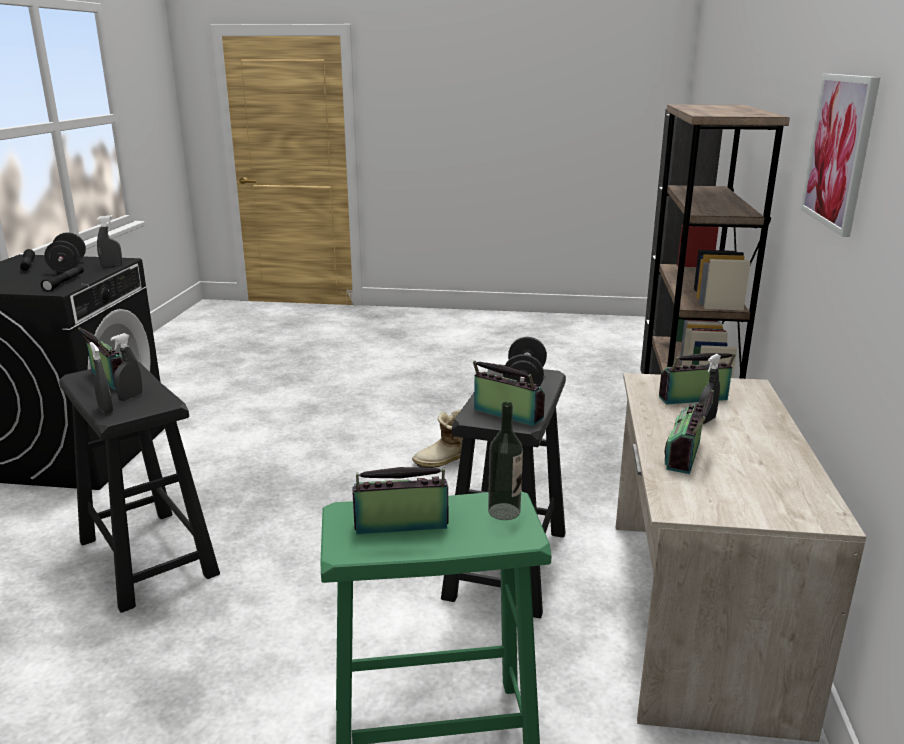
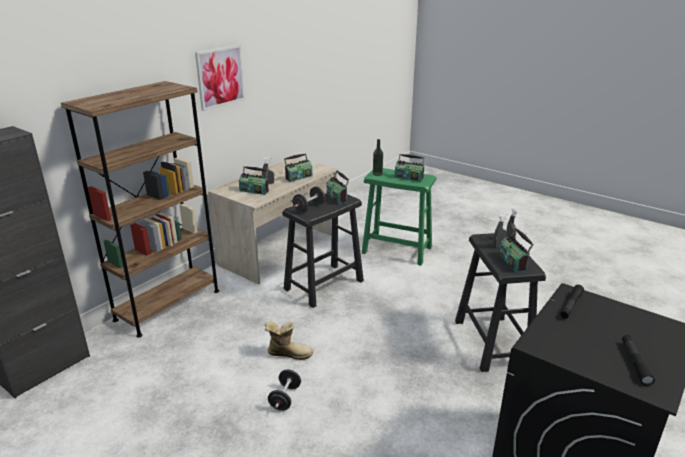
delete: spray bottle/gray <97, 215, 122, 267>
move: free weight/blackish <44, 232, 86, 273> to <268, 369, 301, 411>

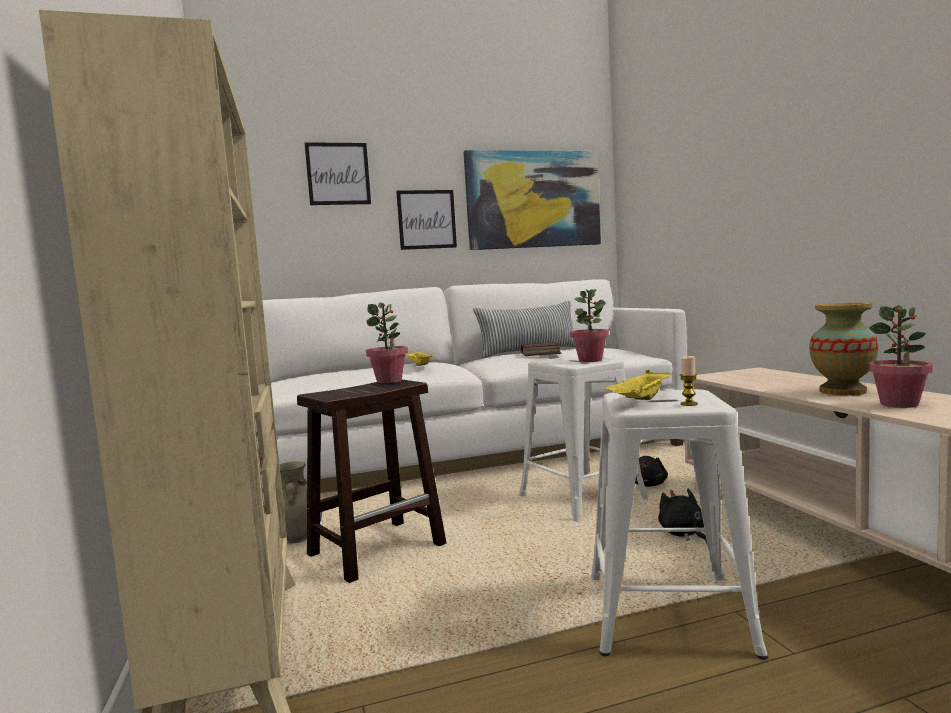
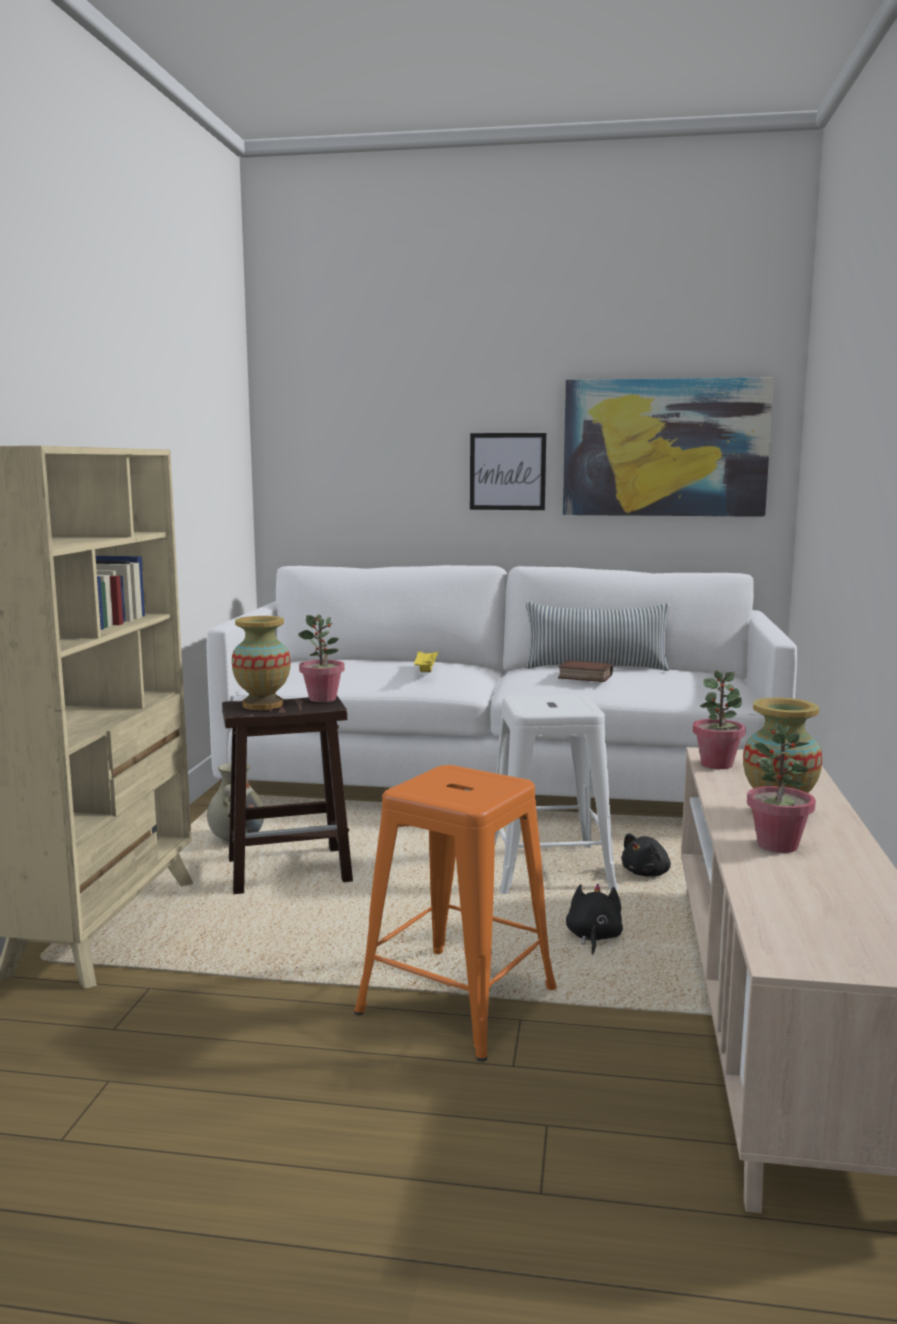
delete: picture <305, 142, 371, 205>; tray/yellow <604, 370, 671, 400>; candle <680, 356, 698, 406>
insert: decorative vase <232, 616, 291, 710>
move: potted plant <570, 289, 609, 362> to <693, 671, 746, 769>
recolor: stool seat/white-coloured <590, 389, 768, 660> to stool seat/orangey <354, 765, 557, 1062>

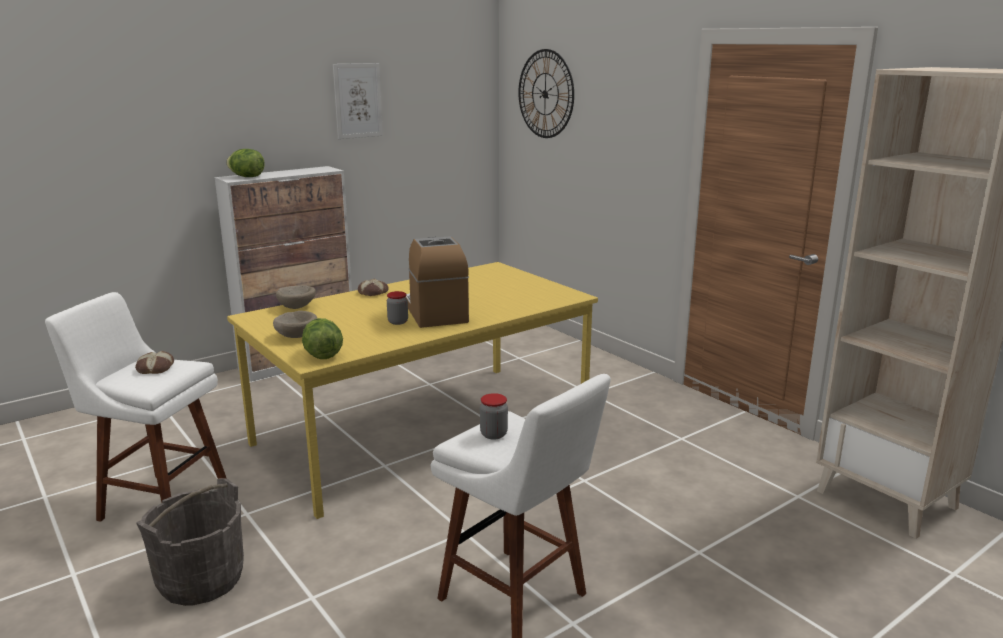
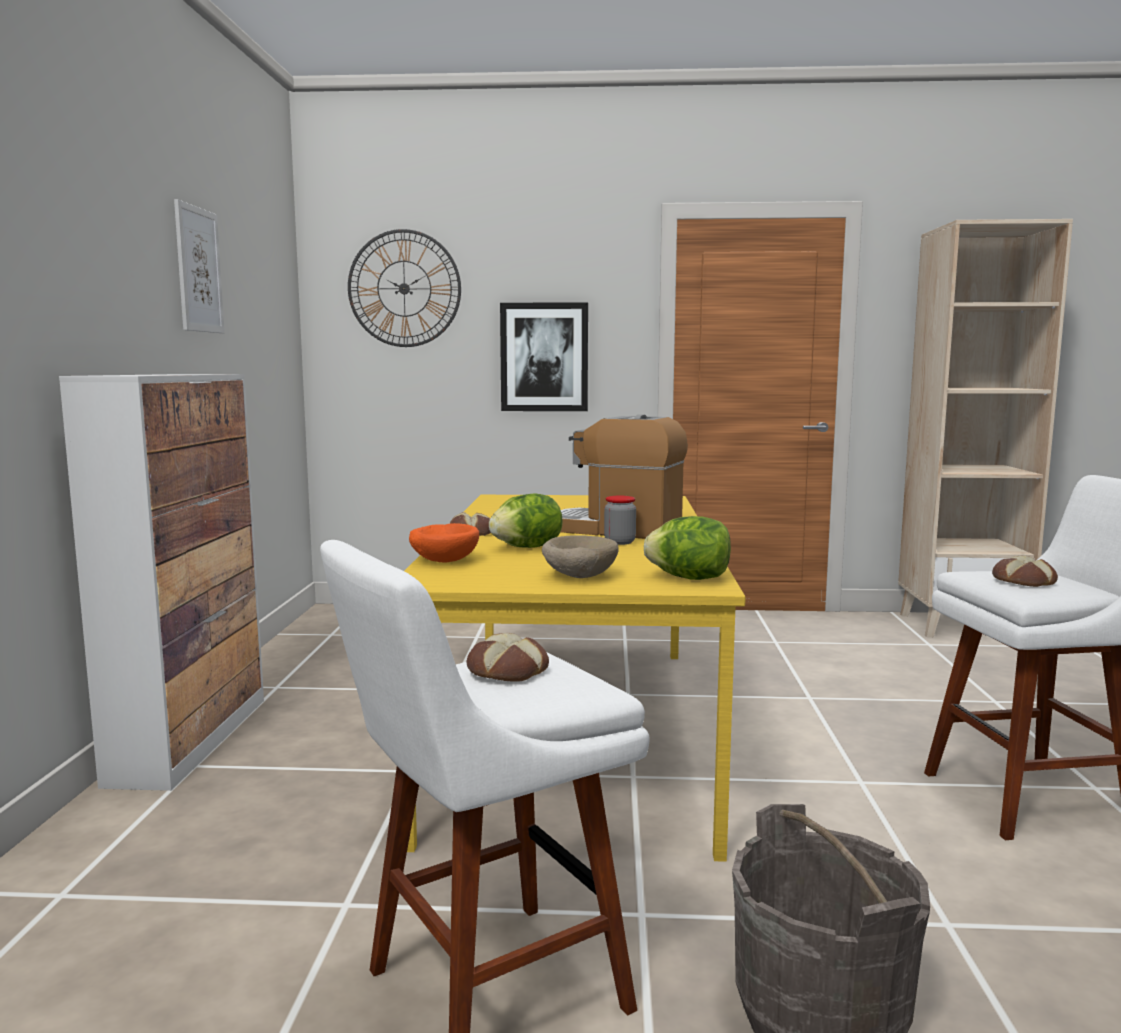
insert: picture <500, 302, 588, 411>
move: head of lettuce <226, 149, 265, 177> to <489, 493, 563, 548>
replace: jar <480, 393, 508, 440> to bakery bread <992, 555, 1058, 587>
recolor: serving bowl/beige-coloured <276, 285, 316, 309> to serving bowl/orangey <409, 523, 479, 562>

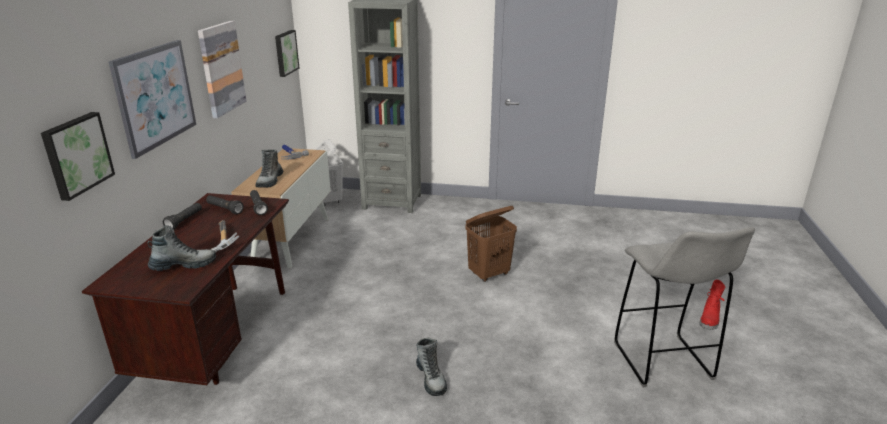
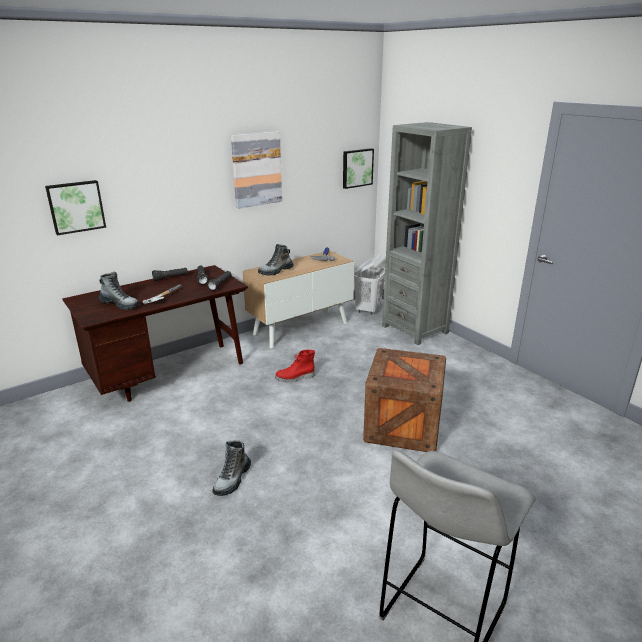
delete: picture <108, 40, 196, 159>
move: tall boot/red <699, 280, 725, 330> to <275, 350, 315, 382>
replace: washing basket/brown <465, 206, 517, 282> to shipping crate <363, 348, 446, 452>

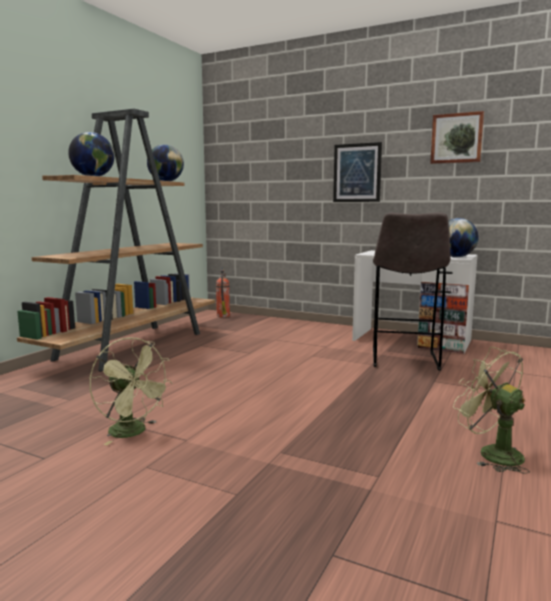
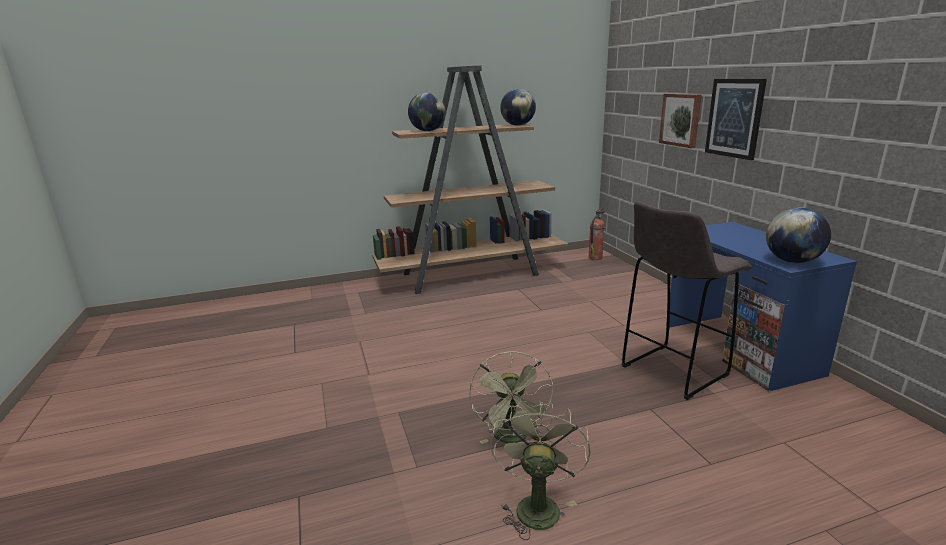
move: electric fan/green-coloured <90, 337, 173, 445> to <469, 351, 553, 444>; picture <430, 111, 484, 164> to <659, 93, 702, 148>
recolor: desk unit/white-coloured <352, 250, 478, 354> to desk unit/bluish <669, 222, 857, 391>

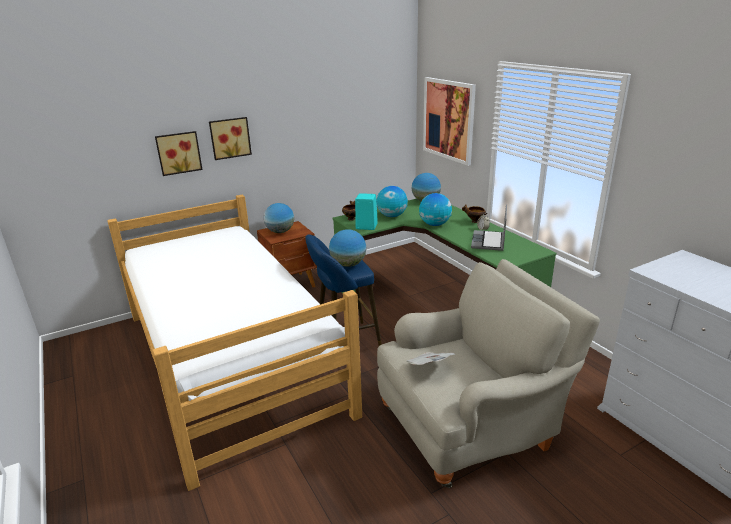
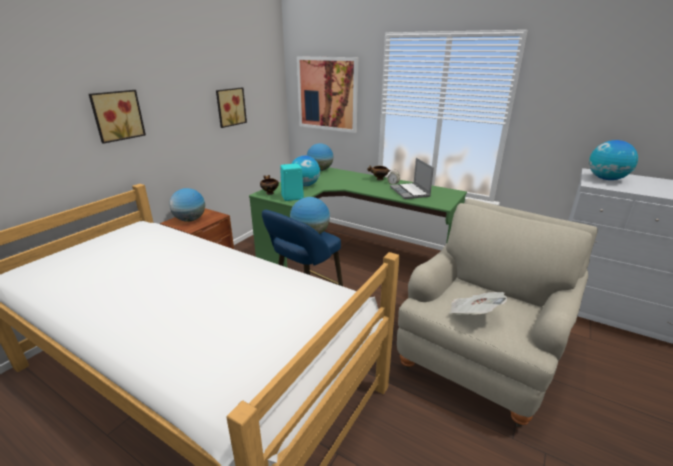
move: picture <155, 131, 203, 176> to <216, 88, 247, 128>; desk globe <419, 193, 452, 226> to <589, 140, 638, 180>

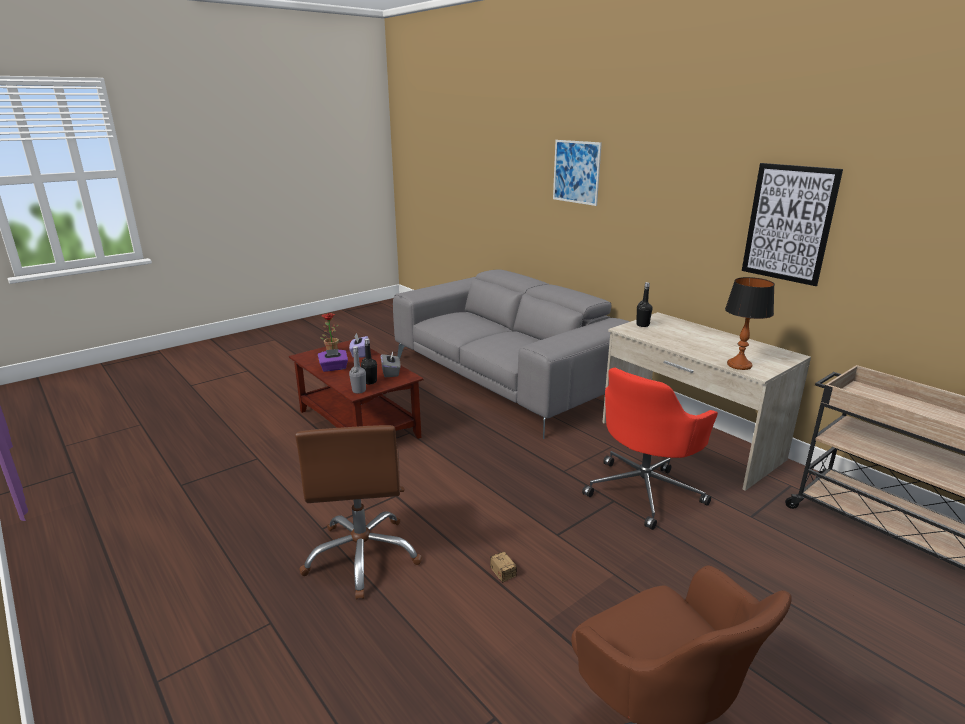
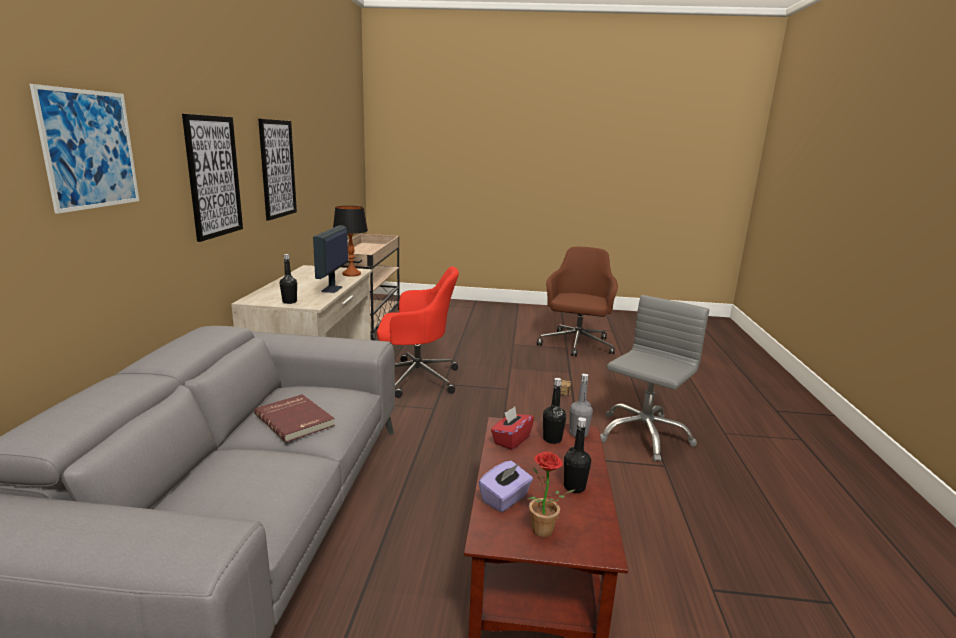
insert: picture <182, 114, 243, 242>; book/red <254, 394, 335, 442>; monitor <313, 225, 348, 293>
replace: tissue holder/purplish <318, 349, 348, 372> to bottle/blackish <564, 417, 591, 493>
recolor: tissue holder/gray <381, 351, 401, 377> to tissue holder/red <491, 407, 534, 450>; desk chair/brown <295, 425, 422, 600> to desk chair/gray <600, 295, 709, 462>

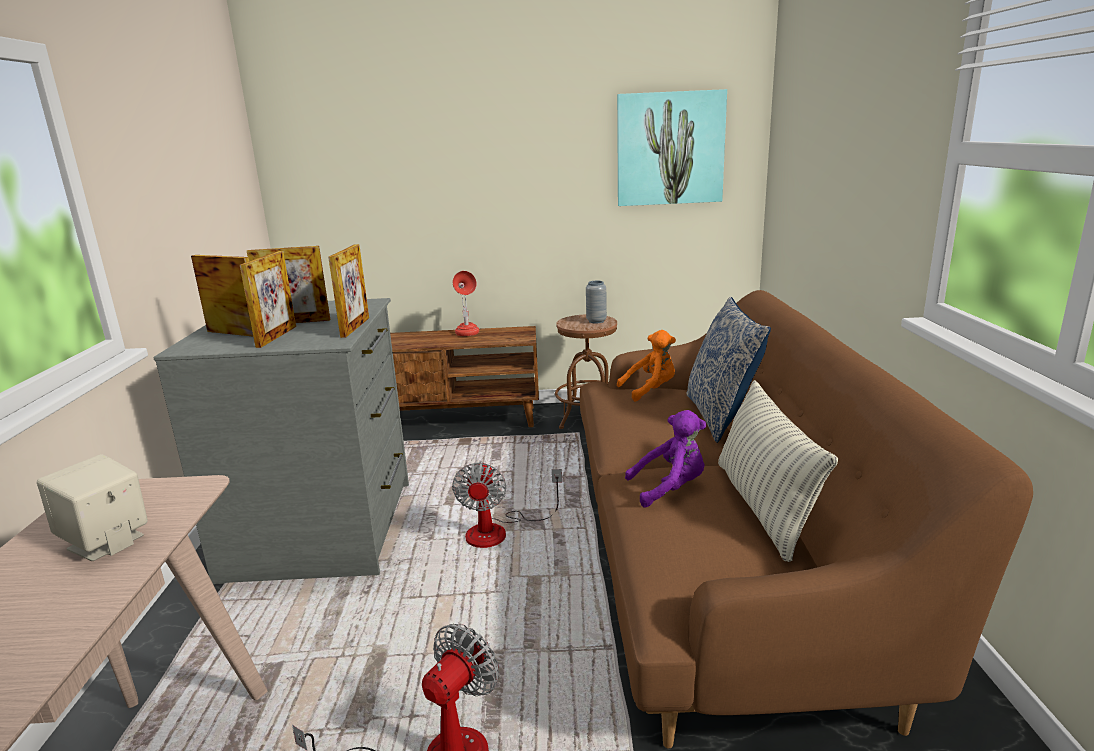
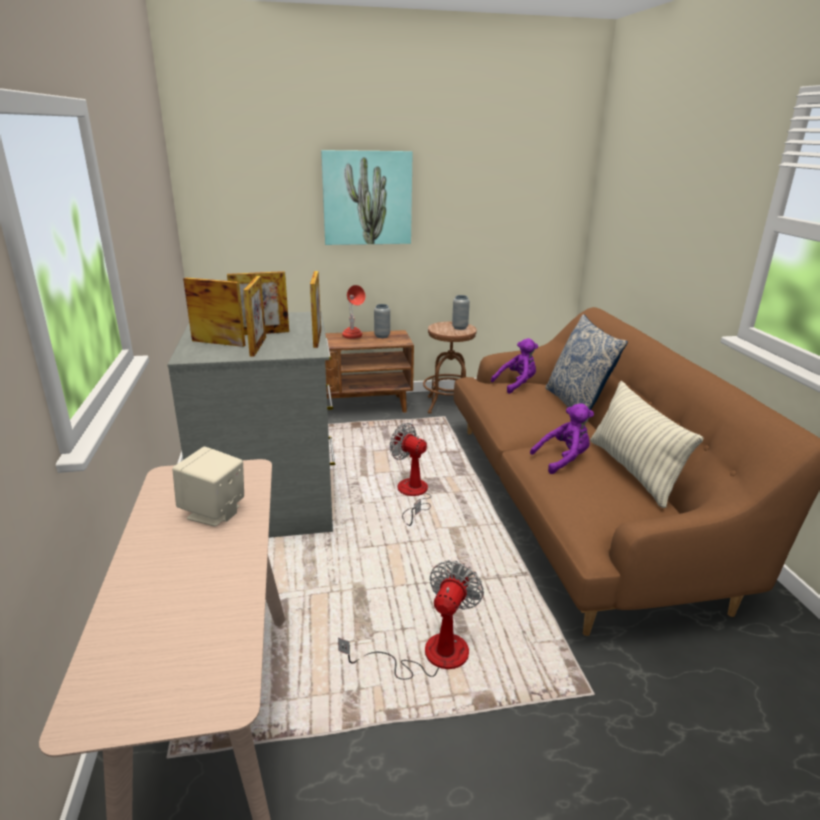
insert: decorative vase/gray <374, 304, 390, 338>
move: picture <617, 89, 727, 206> to <321, 150, 413, 245>
recolor: cuddly toy/orangey <617, 330, 676, 401> to cuddly toy/purplish <491, 338, 538, 394>
rotate: electric fan <452, 461, 562, 548> = <390, 423, 432, 526> 135 degrees clockwise

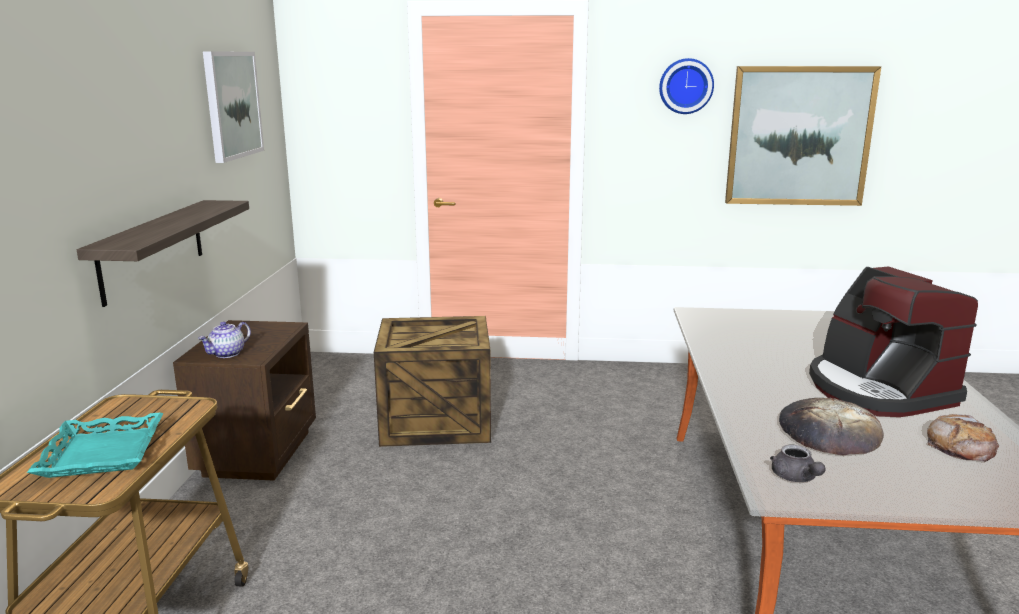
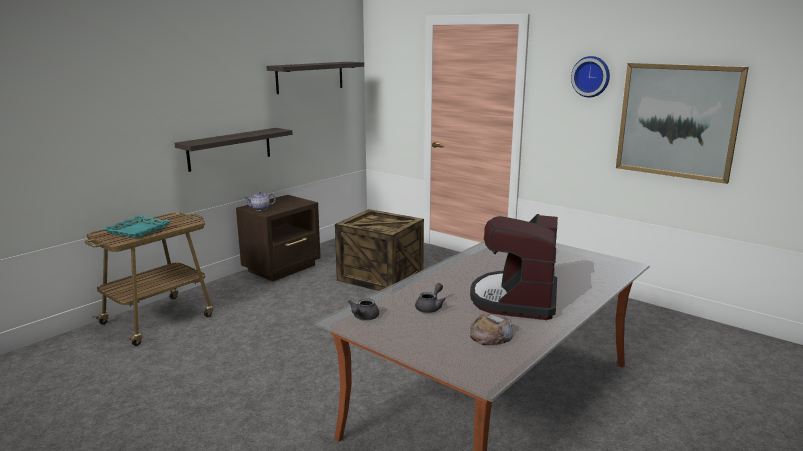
replace: picture <203, 51, 264, 163> to wall shelf <266, 62, 364, 94>; bakery bread <779, 398, 884, 455> to teapot/gray <415, 283, 446, 313>

